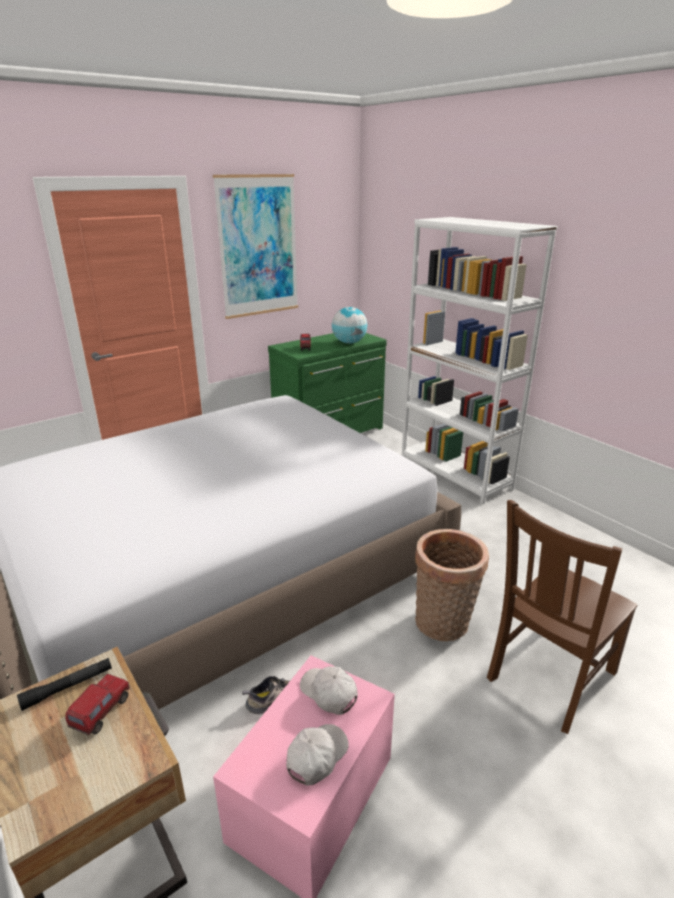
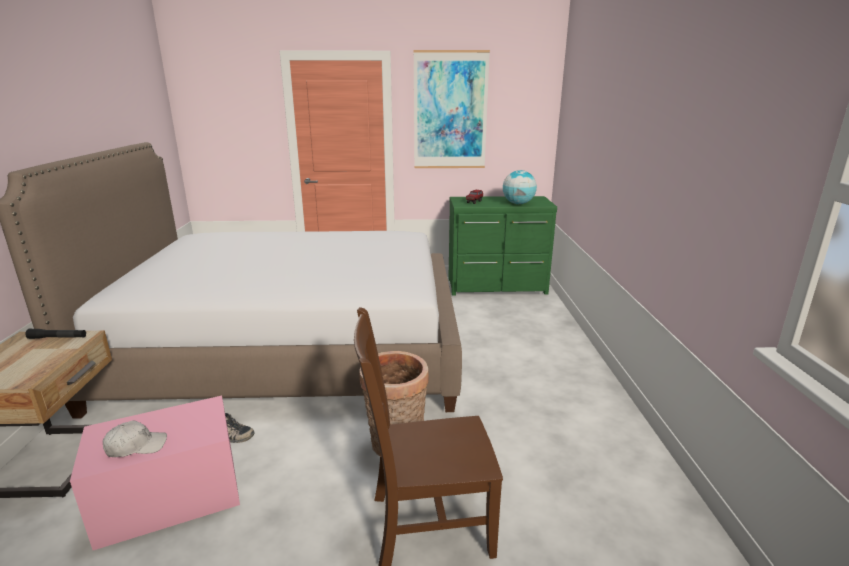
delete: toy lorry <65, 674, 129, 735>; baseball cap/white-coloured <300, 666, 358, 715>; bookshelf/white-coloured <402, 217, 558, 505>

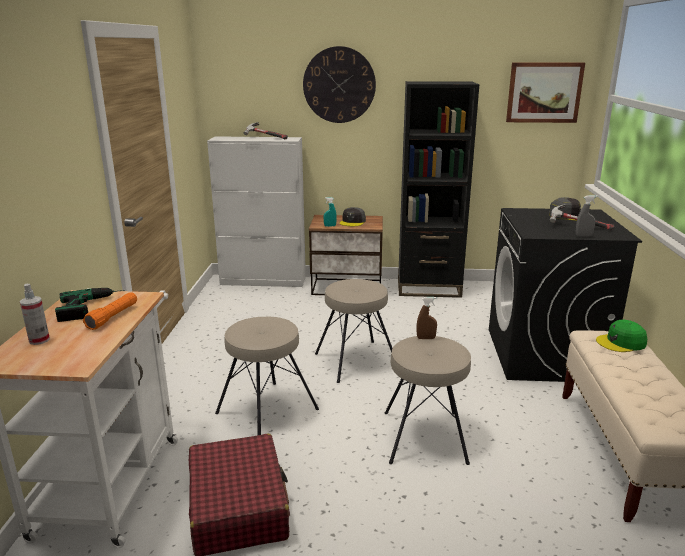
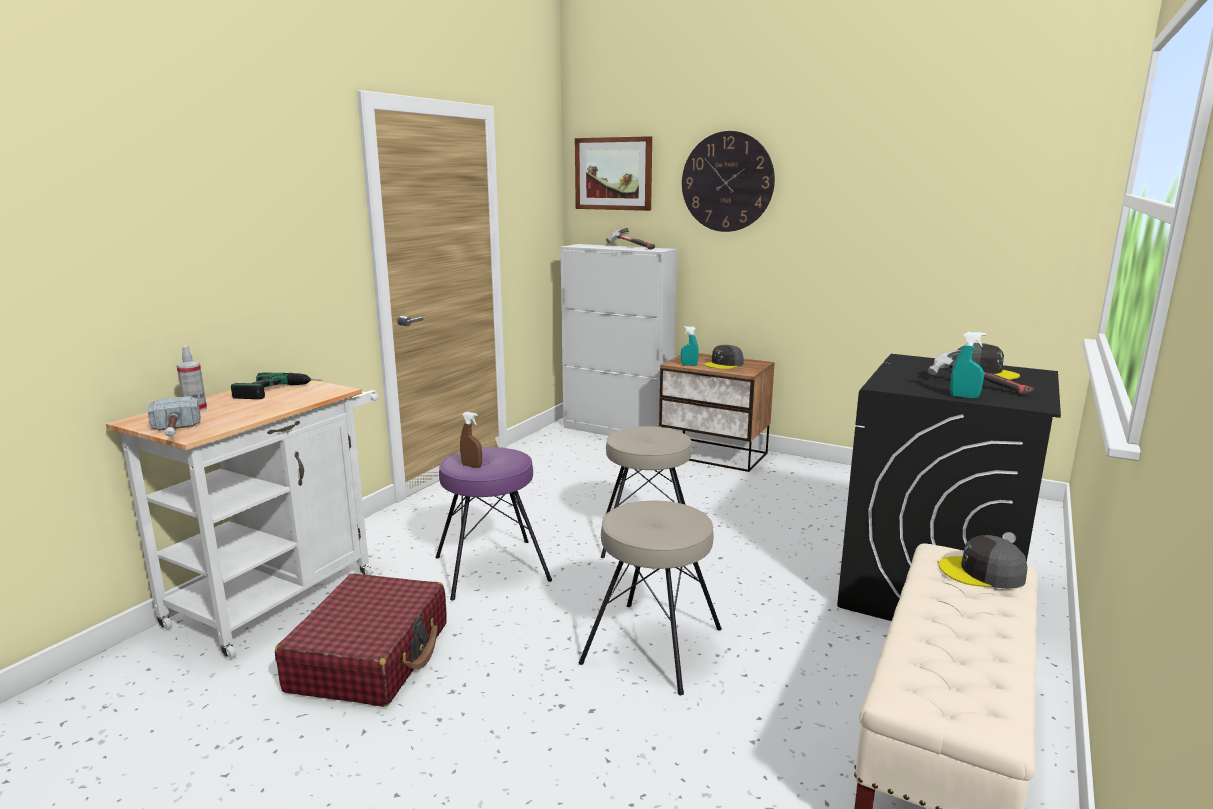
delete: flashlight/orangey <83, 292, 137, 330>; bookshelf/blackish <398, 81, 479, 298>
insert: hand hammer <147, 396, 201, 437>
move: spray bottle/brown <417, 297, 437, 339> to <460, 412, 482, 468>; picture <506, 63, 585, 123> to <575, 136, 652, 211>
recolor: stool seat/beige-coloured <215, 317, 319, 435> to stool seat/purplish <436, 447, 552, 600>; baseball cap/green-coloured <596, 320, 647, 352> to baseball cap/gray <939, 535, 1028, 589>; spray bottle/gray <576, 195, 597, 237> to spray bottle/turquoise-coloured <950, 332, 986, 399>

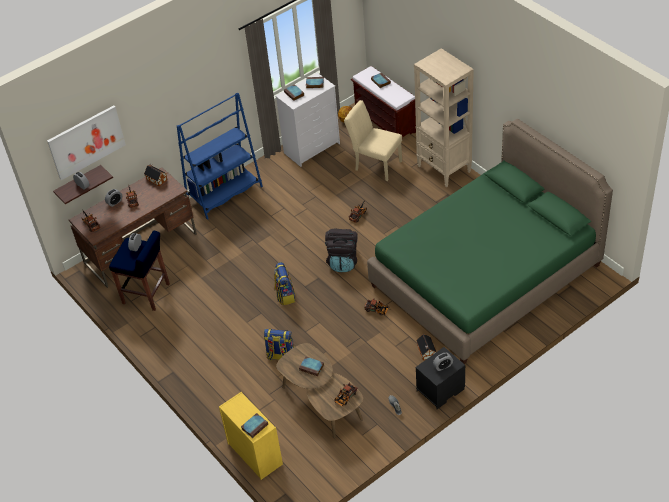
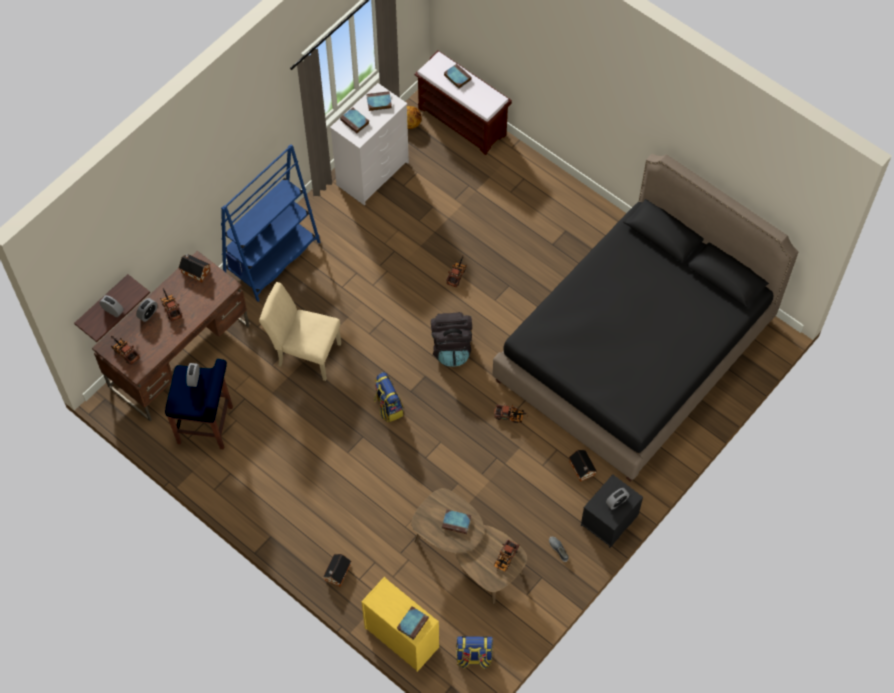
delete: picture <47, 105, 126, 180>; bookshelf/beige-coloured <414, 48, 474, 187>
insert: toy house <323, 554, 351, 586>
move: plain chair/beige-coloured <344, 100, 402, 181> to <259, 282, 341, 381>; knapsack <264, 329, 294, 361> to <456, 636, 493, 669>
recolor: sleeping bed/green-coloured <367, 119, 613, 364> to sleeping bed/blackish <492, 154, 798, 482>

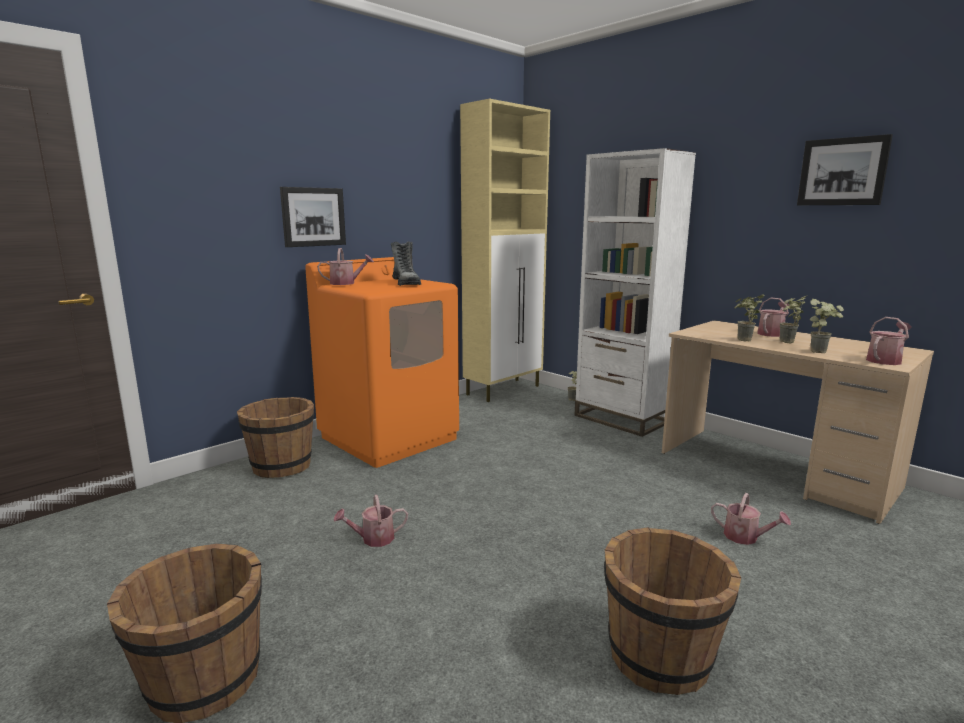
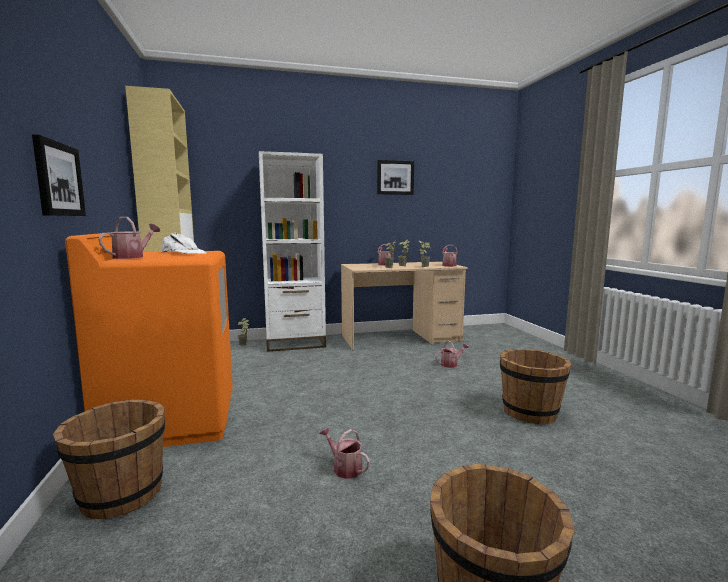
replace: tall boot <391, 241, 421, 286> to baseball cap/white-coloured <162, 233, 207, 254>
rotate: watering can <333, 495, 408, 547> = <319, 427, 370, 479> 120 degrees clockwise

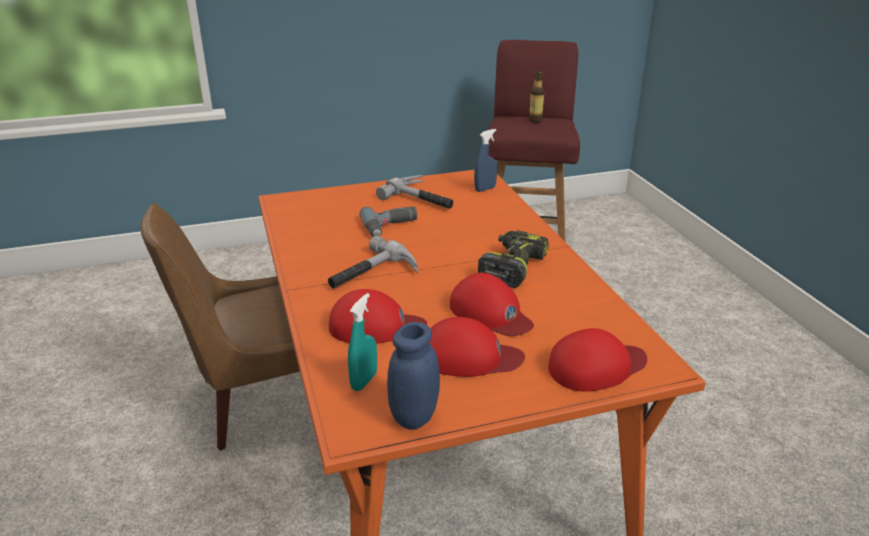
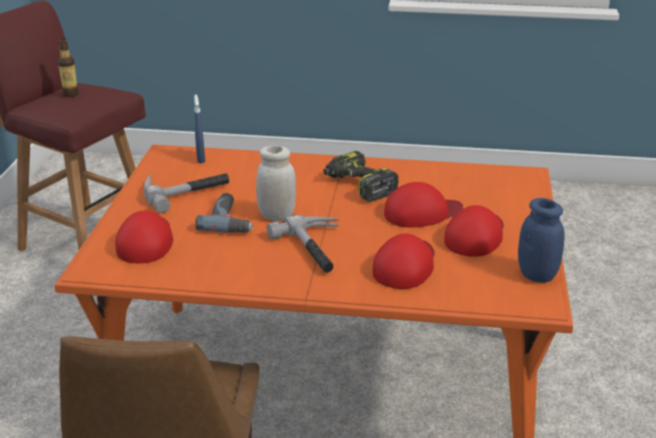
delete: spray bottle/turquoise-coloured <348, 293, 377, 391>
insert: jar/white-coloured <256, 145, 296, 221>
move: baseball cap/red <548, 328, 647, 391> to <115, 211, 173, 263>

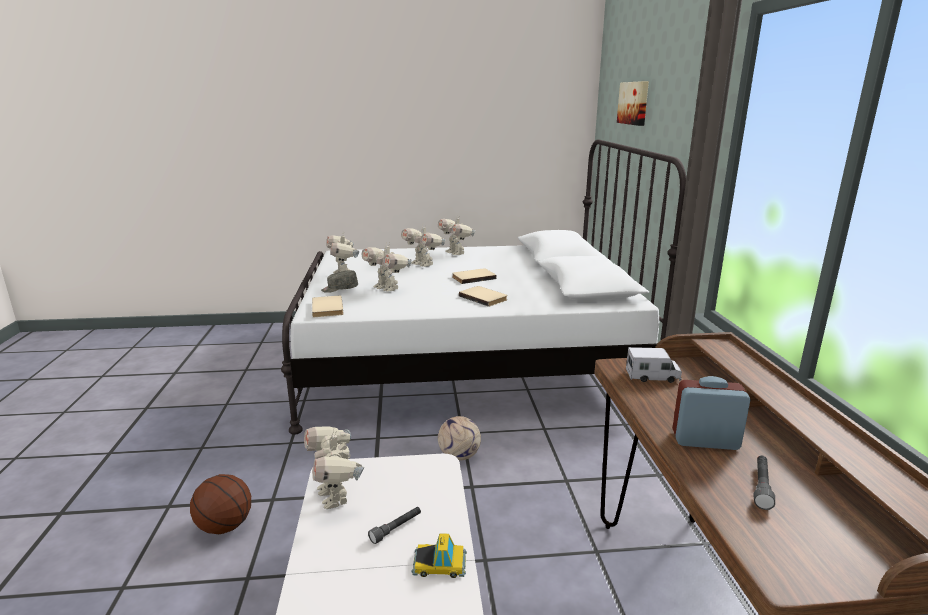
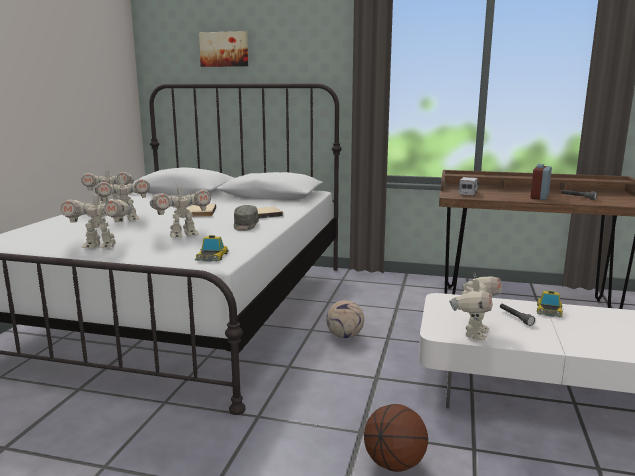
move: baseball cap/gray <321, 270, 358, 293> to <234, 205, 259, 231>
replace: book/beige-coloured <312, 295, 344, 317> to model car <195, 235, 229, 262>
rotate: robot figure <304, 426, 364, 509> = <450, 274, 502, 340> 60 degrees counterclockwise

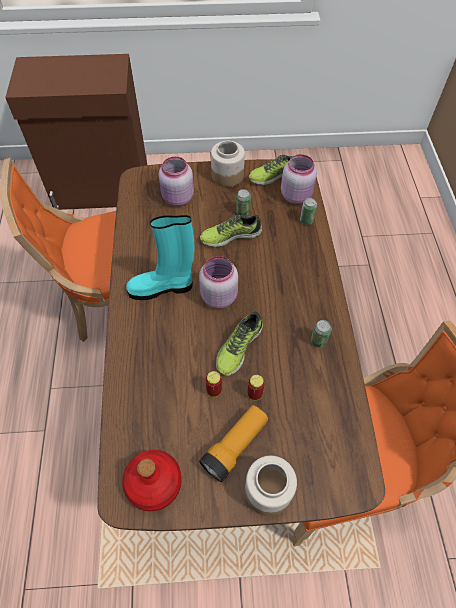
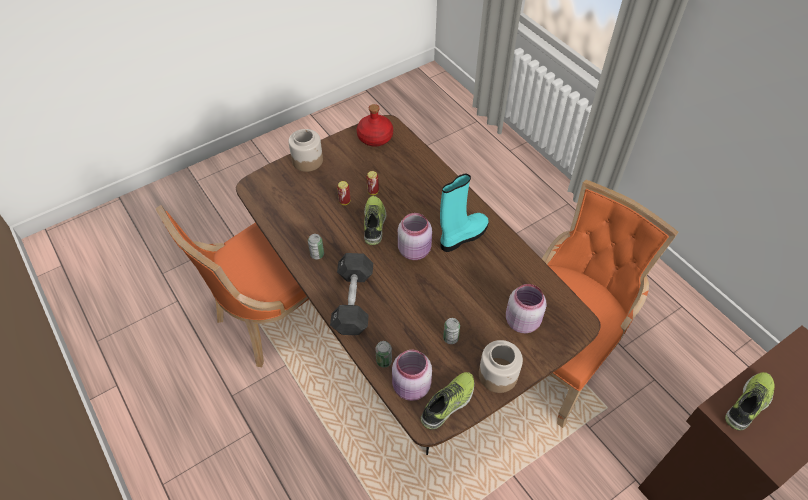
delete: flashlight <199, 405, 268, 482>
insert: free weight/blackish <330, 253, 373, 335>
move: shoe <200, 215, 262, 247> to <725, 372, 774, 431>

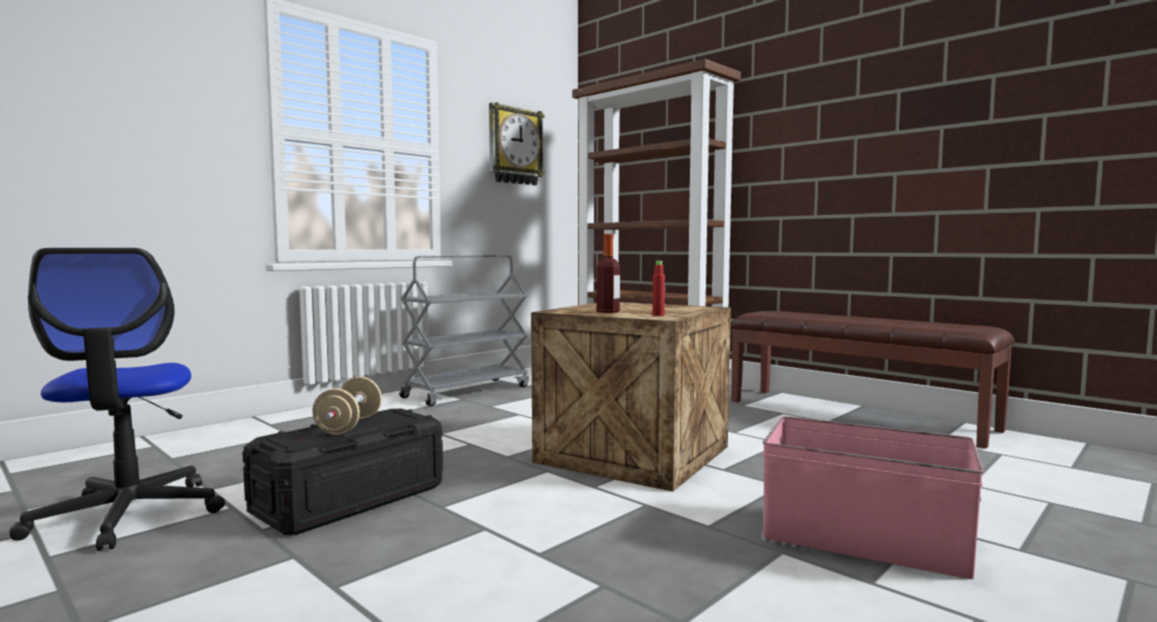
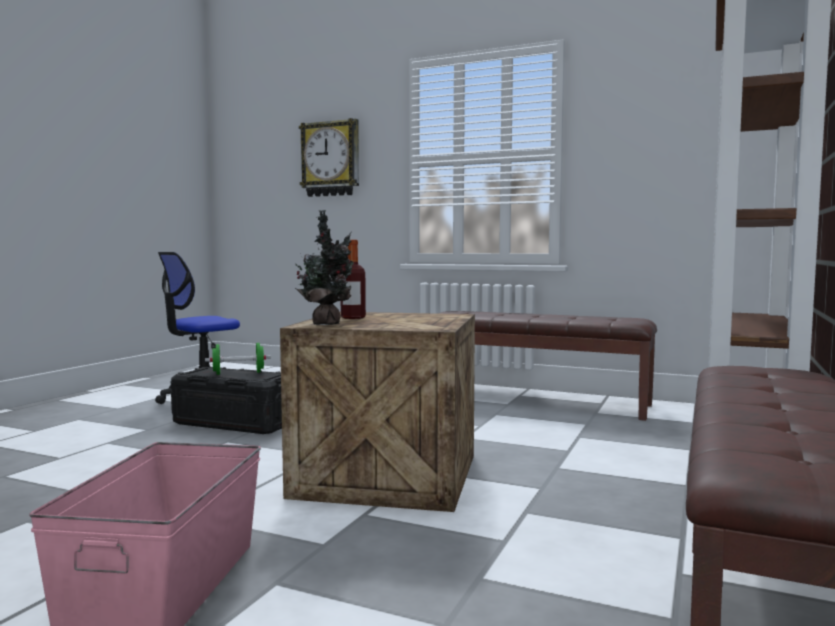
move: hanging clock <489, 102, 545, 185> to <299, 118, 359, 197>
replace: bottle/red <652, 261, 665, 316> to potted plant <295, 210, 354, 325>; cart/gray <399, 255, 529, 406> to bench/brown <437, 311, 657, 421>
recolor: free weight/beige-coloured <312, 377, 382, 435> to free weight/green-coloured <205, 343, 271, 375>

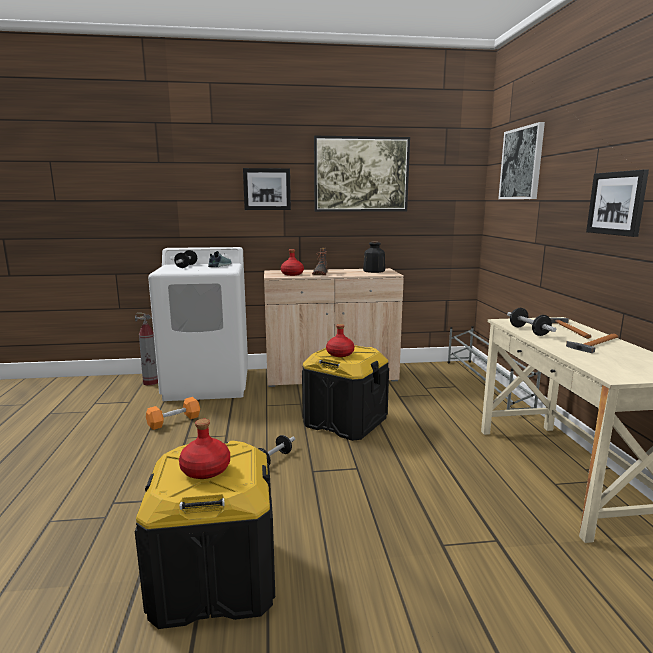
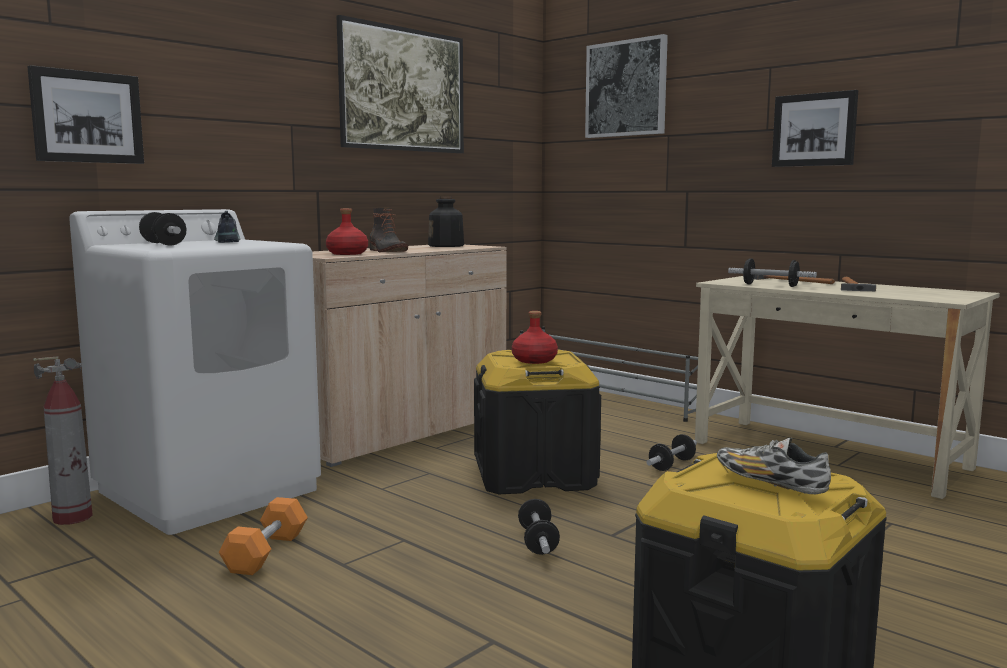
insert: free weight <646, 434, 697, 471>
move: picture <243, 168, 291, 210> to <27, 65, 144, 164>
replace: bottle/red <179, 419, 230, 479> to shoe <717, 438, 831, 494>

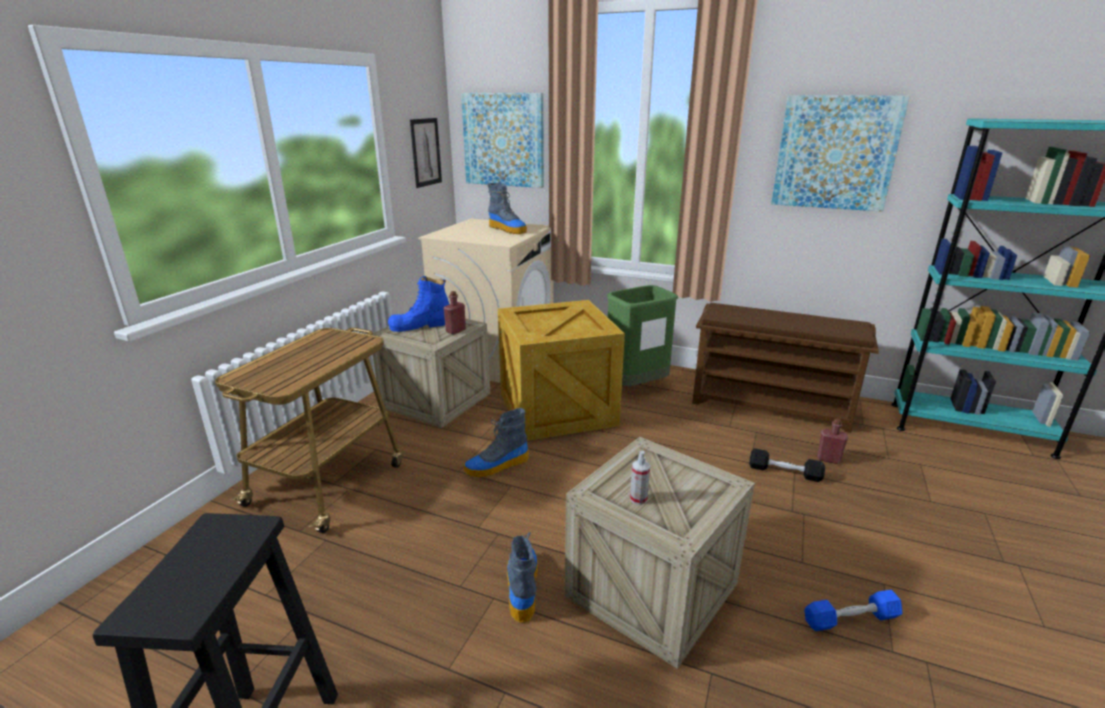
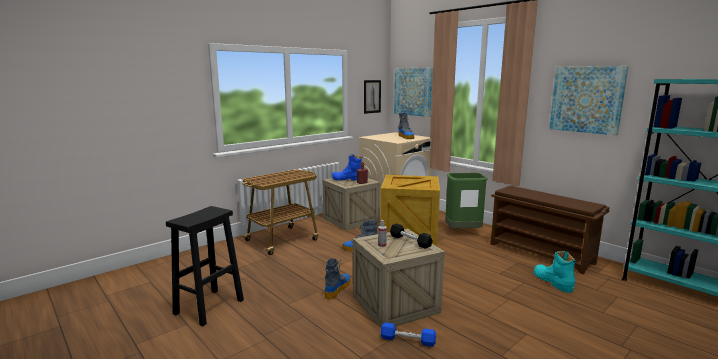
move: free weight/bluish <804, 590, 903, 631> to <381, 322, 436, 347>; free weight/blackish <749, 448, 825, 482> to <390, 223, 433, 249>
replace: bottle/red <817, 418, 848, 464> to tall boot/turquoise-coloured <534, 251, 576, 293>

